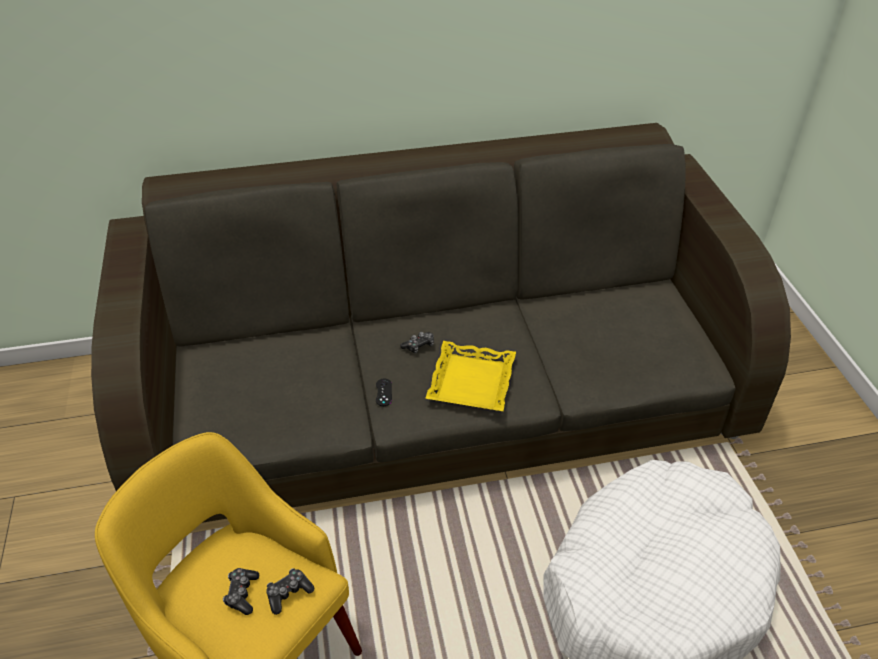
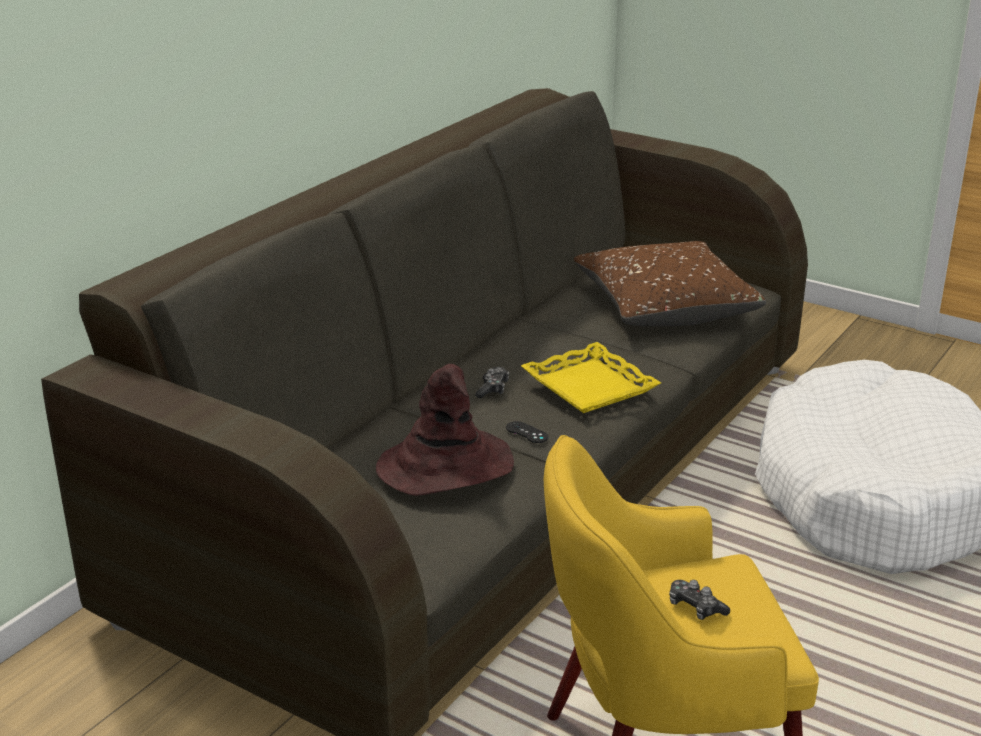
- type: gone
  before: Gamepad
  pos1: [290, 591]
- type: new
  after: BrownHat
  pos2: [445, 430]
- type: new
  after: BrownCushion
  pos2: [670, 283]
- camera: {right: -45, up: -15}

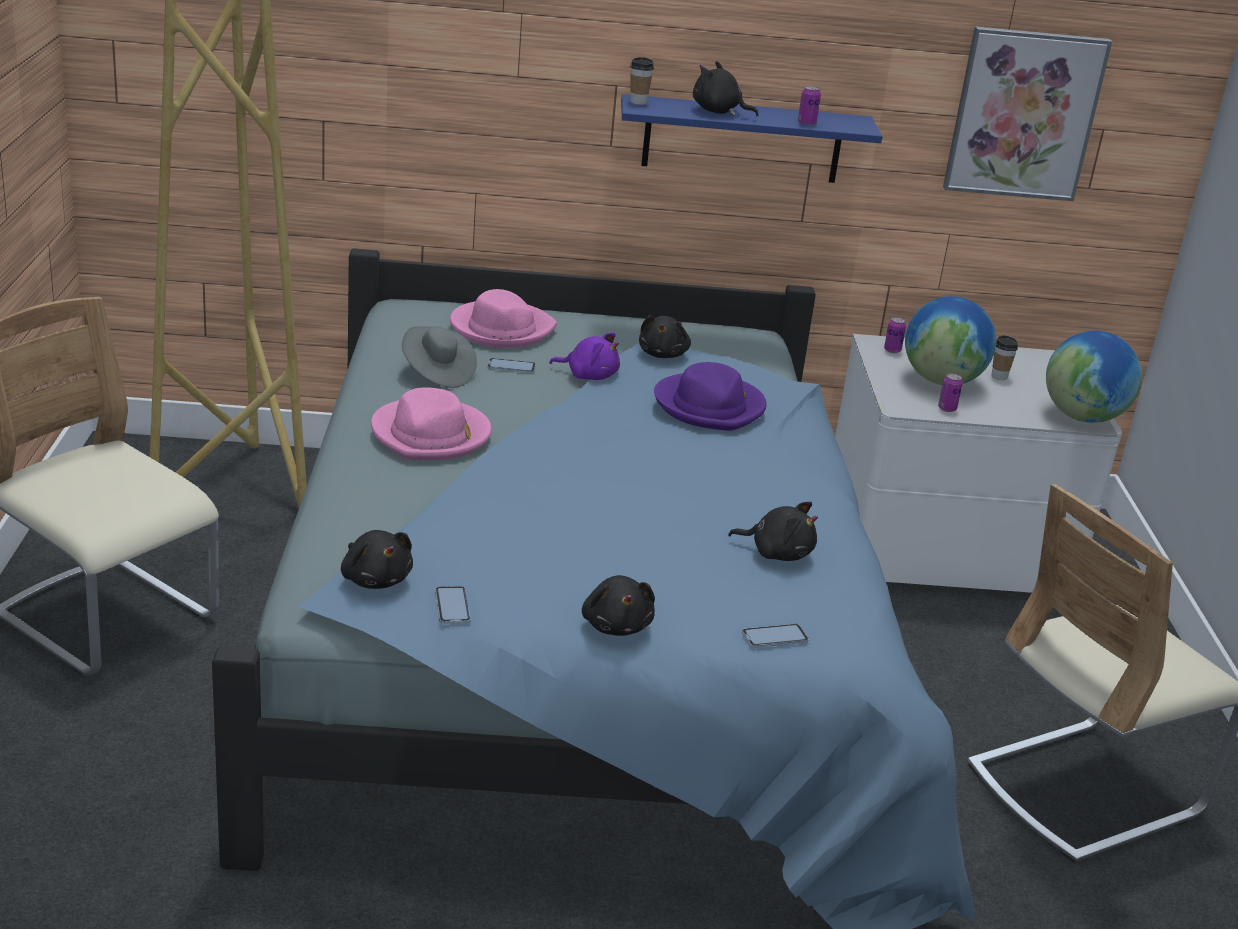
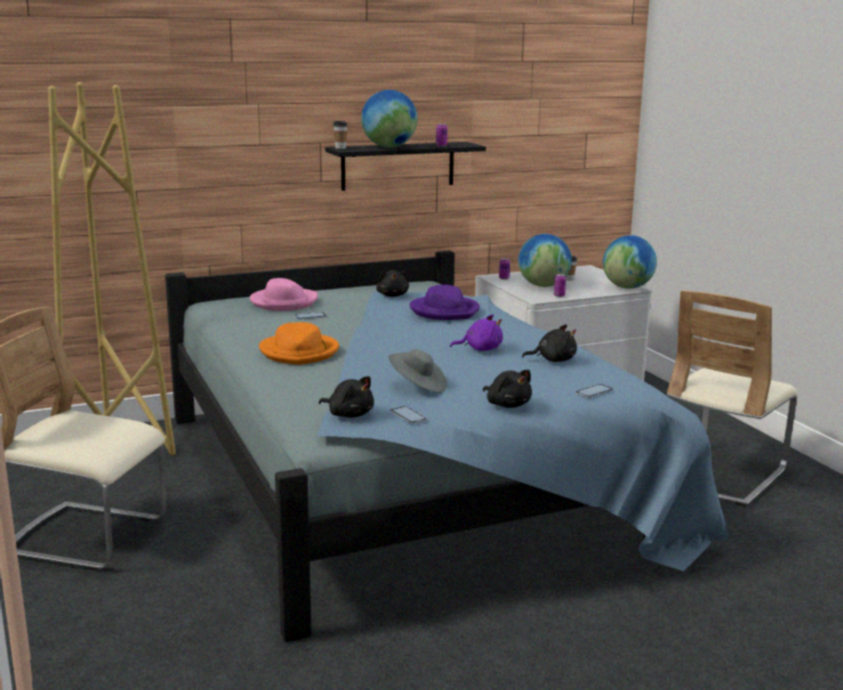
- type: gone
  before: WallPicture
  pos1: [1027, 113]
- type: shifted
  before: GreyishHat
  pos1: [439, 357]
  pos2: [417, 371]
- type: shifted
  before: PurplePlushToy
  pos1: [584, 356]
  pos2: [476, 332]
- type: swapped
  before: BlackColouredPlushToy
  after: Globe
  pos1: [726, 88]
  pos2: [389, 118]
- type: repainted
  before: PinkColouredHat
  after: OrangeHat
  pos1: [431, 423]
  pos2: [299, 343]
- type: repainted
  before: BlueBracketShelf
  after: BlackColouredBracketShelf
  pos1: [752, 138]
  pos2: [405, 166]
- camera: {right: -20, up: -10}

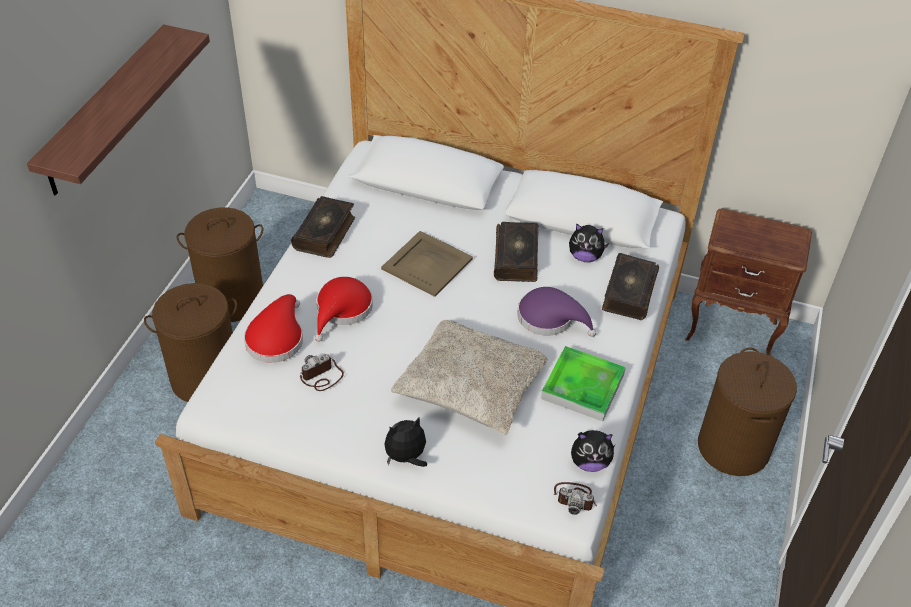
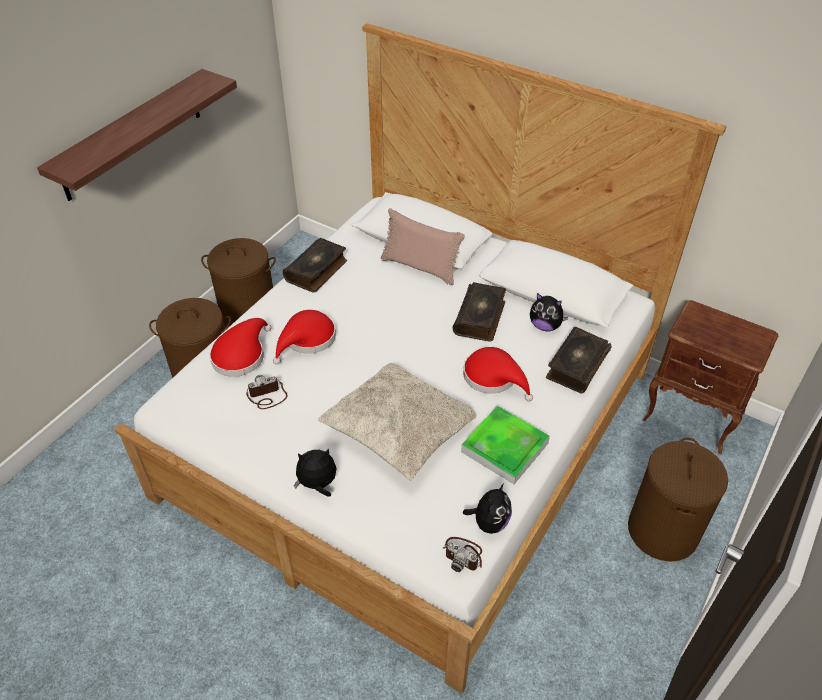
- type: gone
  before: BeigeColouredTray
  pos1: [427, 264]
- type: new
  after: BeigeColouredCushion
  pos2: [423, 246]
- type: repainted
  before: PurpleHat
  after: ReddishHat
  pos1: [556, 312]
  pos2: [498, 374]
- type: rotated
  before: PlushToy
  pos1: [593, 451]
  pos2: [487, 509]
  turn: -75
- camera: {right: 15, up: 0}

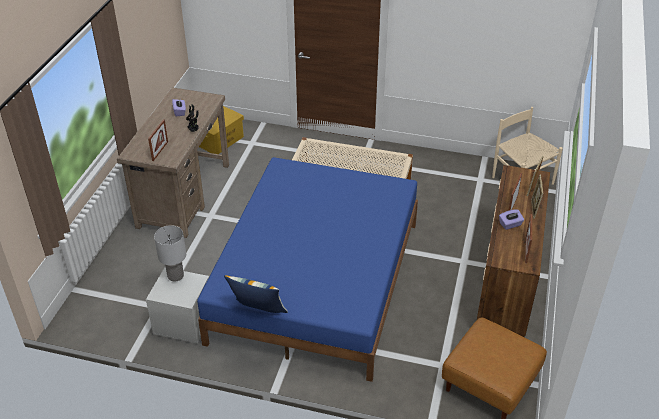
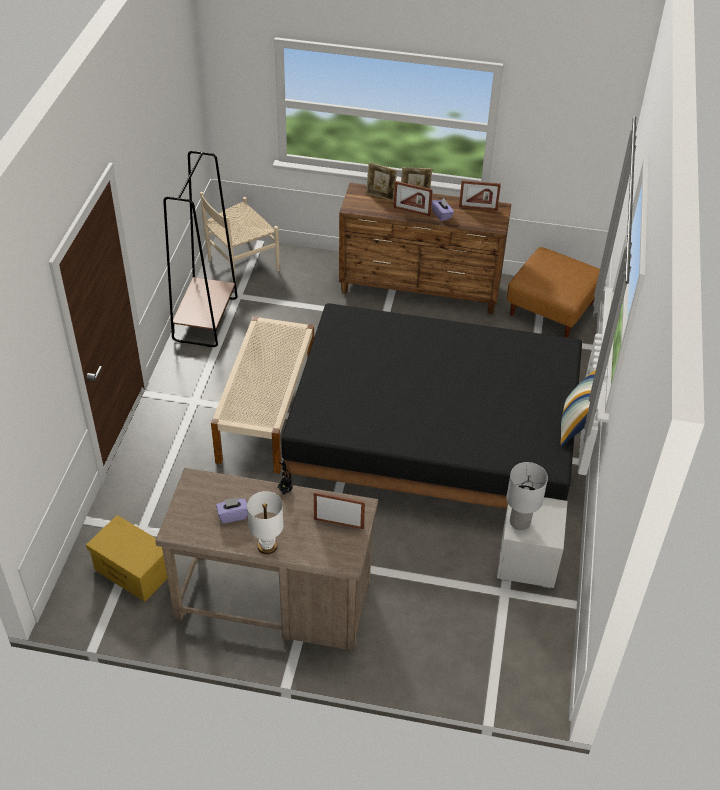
- type: new
  after: ClothesRack
  pos2: [200, 249]
- type: new
  after: WhiteTableLamp
  pos2: [265, 522]
- type: repainted
  before: BlueBedroomBed
  after: BlackColouredBedroomBed
  pos1: [307, 269]
  pos2: [431, 406]
- camera: {right: -95, up: 5}

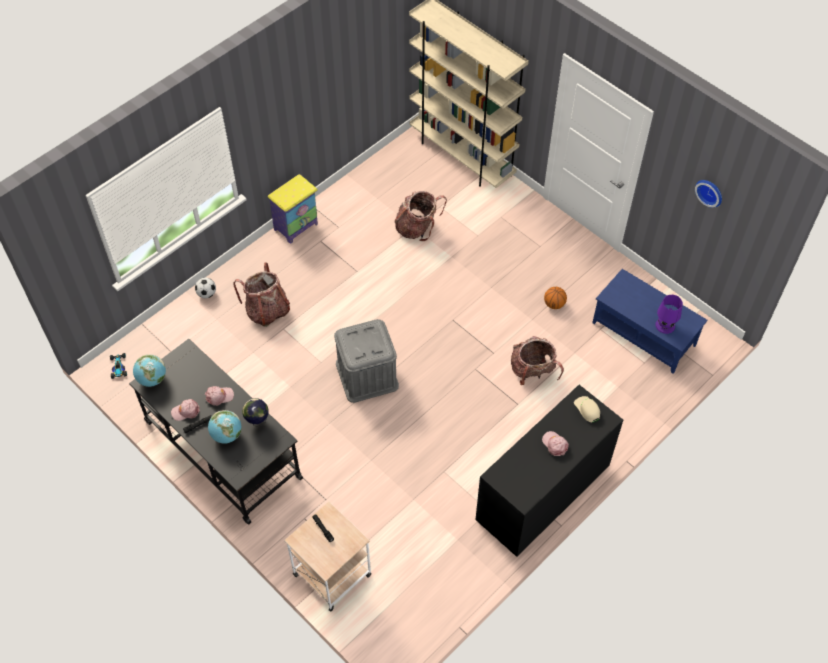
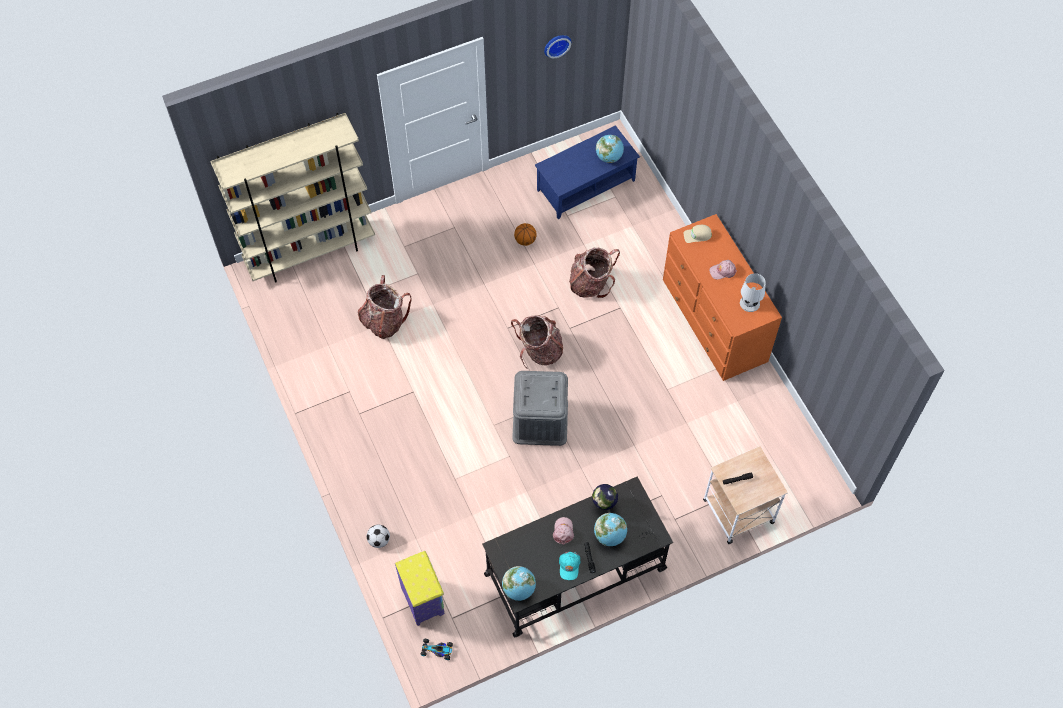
- type: new
  after: WhiteTableLamp
  pos2: [753, 292]
- type: shifted
  before: Backpack
  pos1: [262, 295]
  pos2: [537, 341]
- type: shifted
  before: BedsideTable
  pos1: [293, 208]
  pos2: [419, 588]
- type: swapped
  before: PurpleTableLamp
  after: Globe
  pos1: [669, 314]
  pos2: [610, 149]
- type: repainted
  before: PinkColouredPeakedCap
  after: TurquoisePeakedCap
  pos1: [185, 410]
  pos2: [569, 566]
- type: repainted
  before: BlackColouredDrawerChest
  after: OrangeDrawerChest
  pos1: [549, 471]
  pos2: [722, 297]
- camera: {right: -70, up: 5}

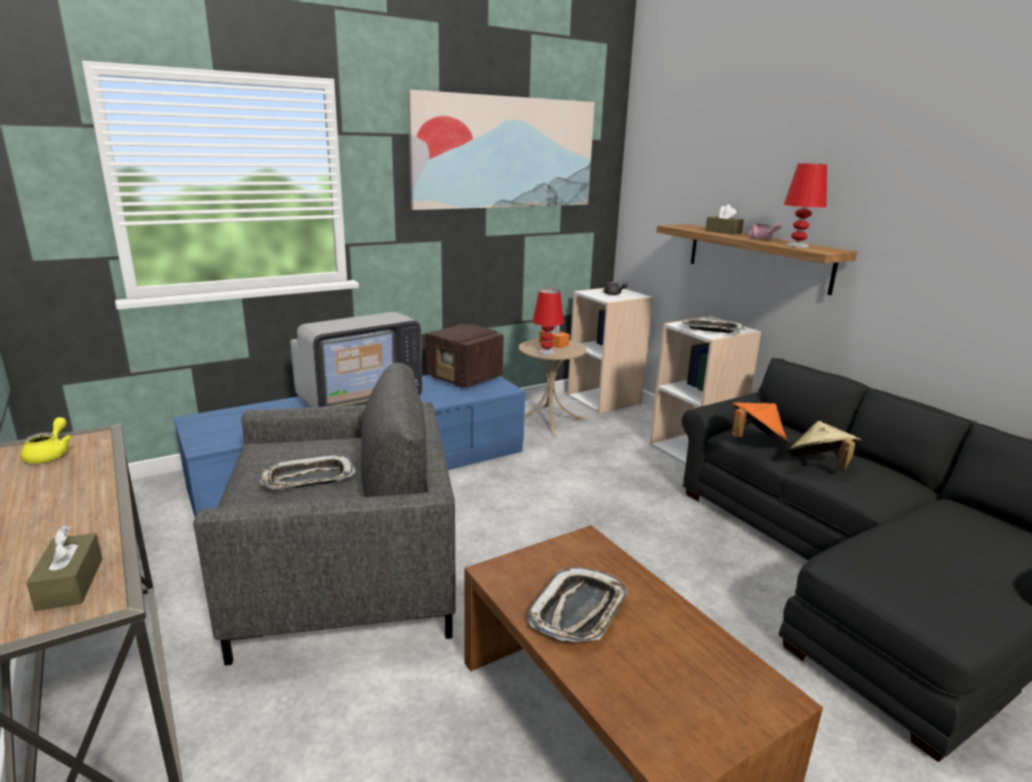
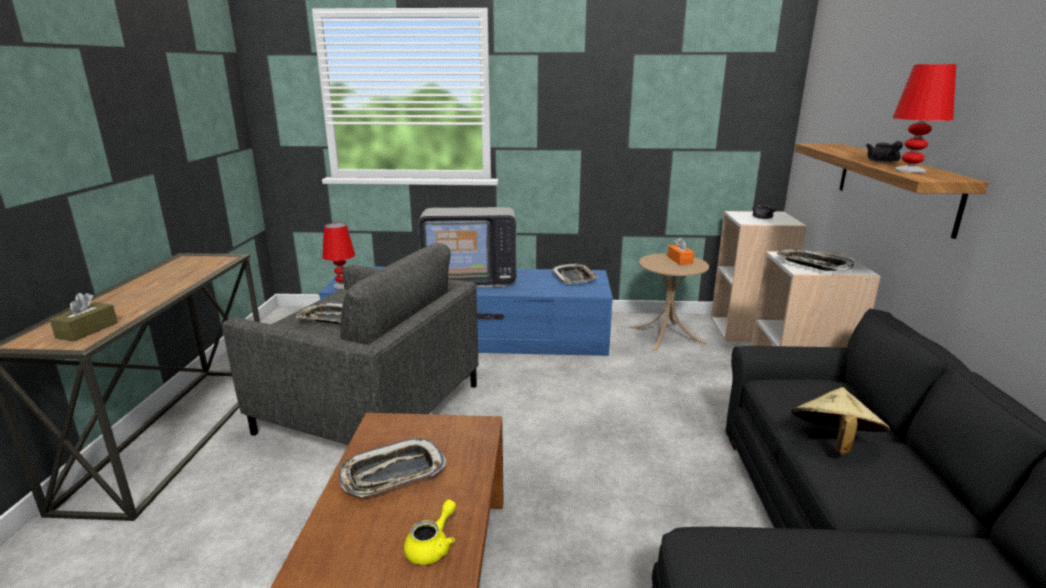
- type: gone
  before: WallPicture
  pos1: [501, 150]
- type: gone
  before: BrownTissueHolder
  pos1: [724, 219]
- type: gone
  before: OrangeHat
  pos1: [759, 423]
- type: shifted
  before: YellowColouredPotForTea
  pos1: [46, 440]
  pos2: [430, 532]
- type: shifted
  before: ReddishTableLamp
  pos1: [548, 322]
  pos2: [338, 256]
- type: swapped
  before: Radio
  after: Tray
  pos1: [465, 356]
  pos2: [575, 274]
- type: repainted
  before: PinkColouredPotForTea
  after: GreyishPotForTea
  pos1: [765, 231]
  pos2: [884, 151]
- camera: {right: 35, up: 0}

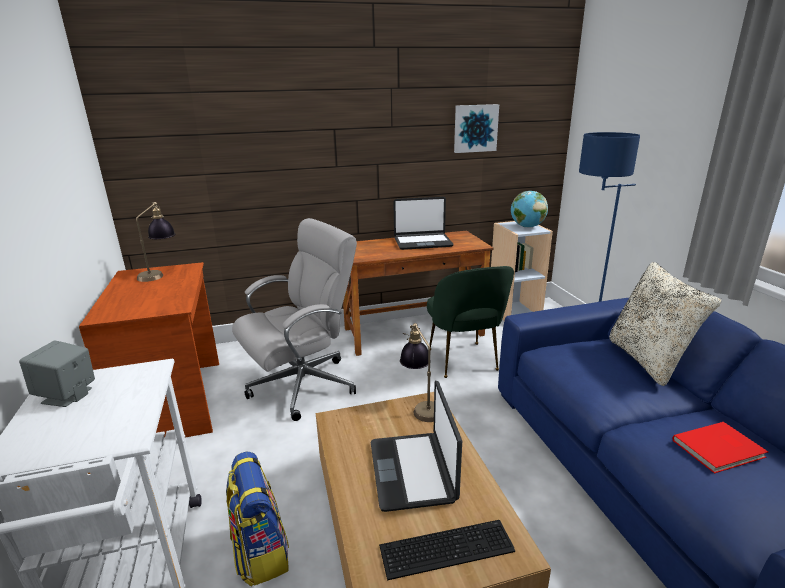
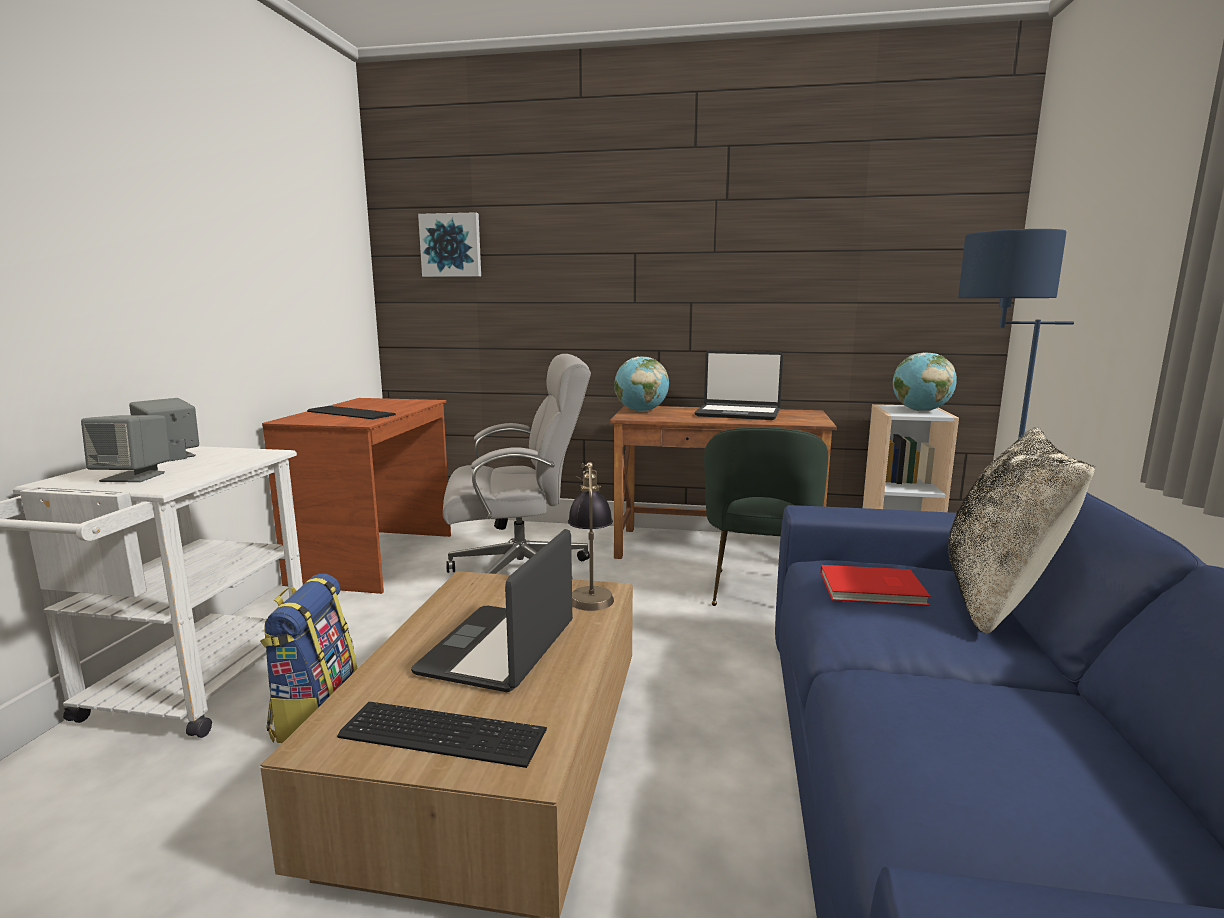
- type: gone
  before: TableLamp
  pos1: [156, 242]
- type: new
  after: GreyishAudioSpeaker
  pos2: [125, 448]
- type: new
  after: ComputerKeyboard
  pos2: [351, 412]
- type: new
  after: Globe
  pos2: [641, 384]
- type: shifted
  before: WallPicture
  pos1: [476, 128]
  pos2: [449, 244]
- type: shifted
  before: ReddishBoundBook
  pos1: [720, 448]
  pos2: [876, 585]
- camera: {right: 25, up: -10}

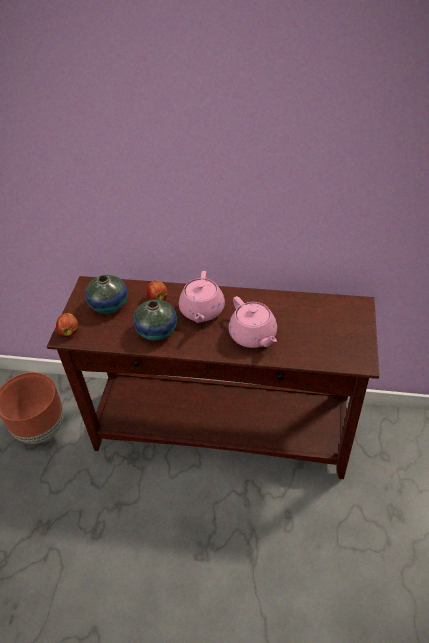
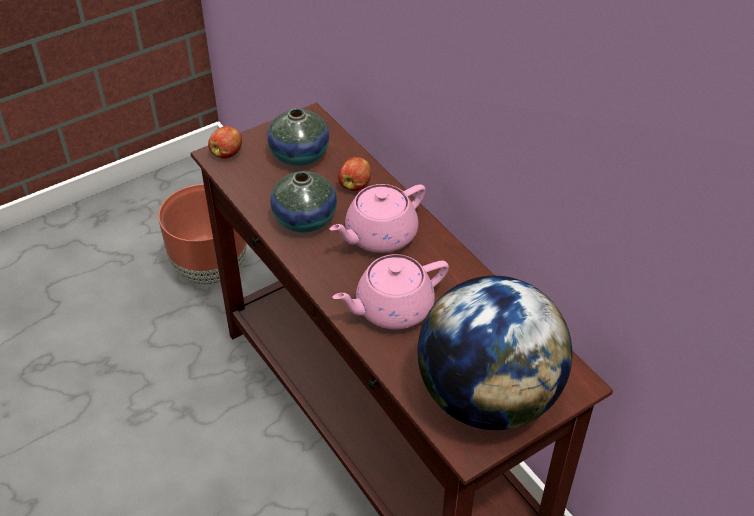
- type: new
  after: Globe
  pos2: [495, 353]
- type: rotated
  before: PinkColouredPotForTea
  pos1: [253, 322]
  pos2: [390, 292]
  turn: 45
- camera: {right: 45, up: 0}

